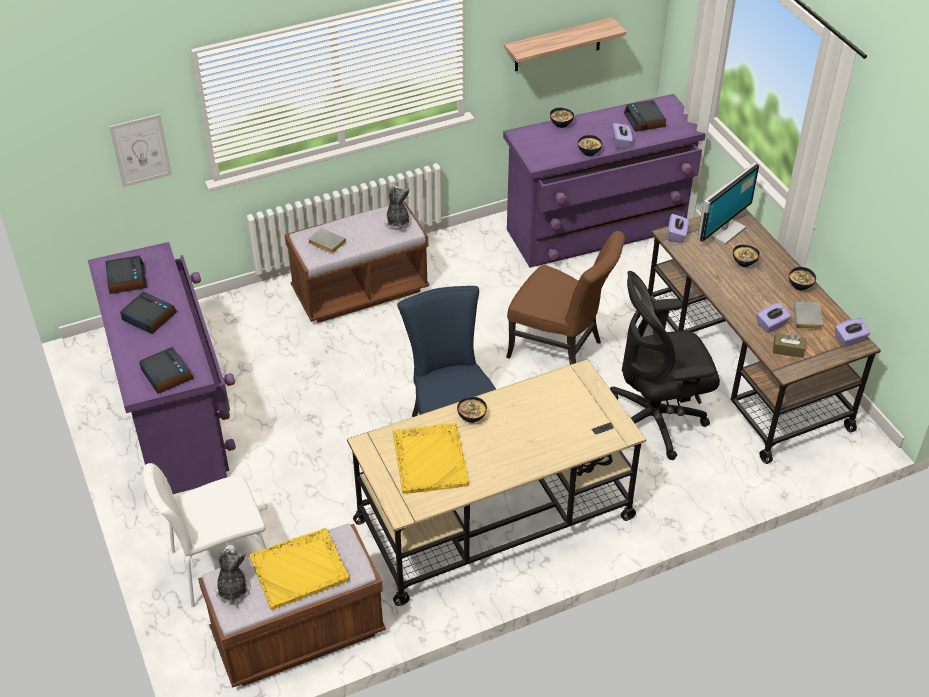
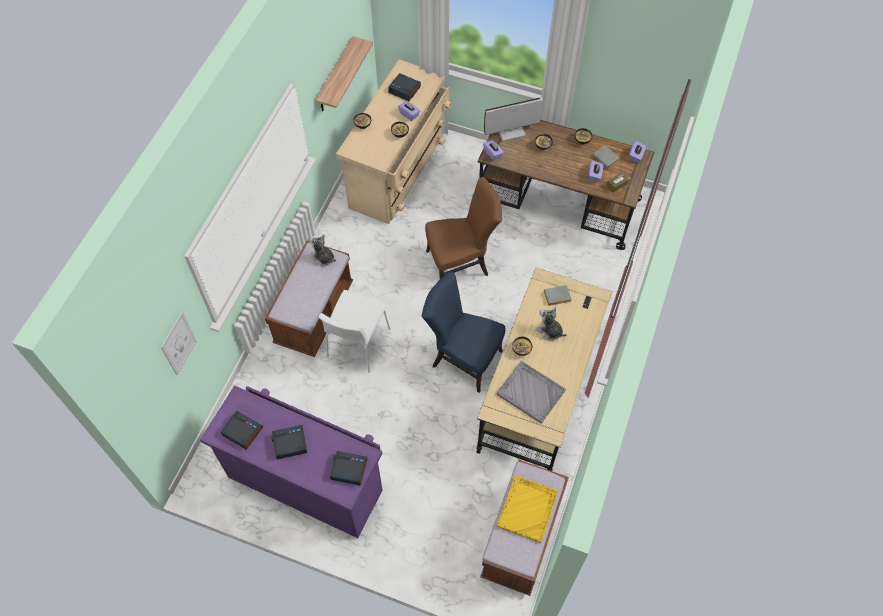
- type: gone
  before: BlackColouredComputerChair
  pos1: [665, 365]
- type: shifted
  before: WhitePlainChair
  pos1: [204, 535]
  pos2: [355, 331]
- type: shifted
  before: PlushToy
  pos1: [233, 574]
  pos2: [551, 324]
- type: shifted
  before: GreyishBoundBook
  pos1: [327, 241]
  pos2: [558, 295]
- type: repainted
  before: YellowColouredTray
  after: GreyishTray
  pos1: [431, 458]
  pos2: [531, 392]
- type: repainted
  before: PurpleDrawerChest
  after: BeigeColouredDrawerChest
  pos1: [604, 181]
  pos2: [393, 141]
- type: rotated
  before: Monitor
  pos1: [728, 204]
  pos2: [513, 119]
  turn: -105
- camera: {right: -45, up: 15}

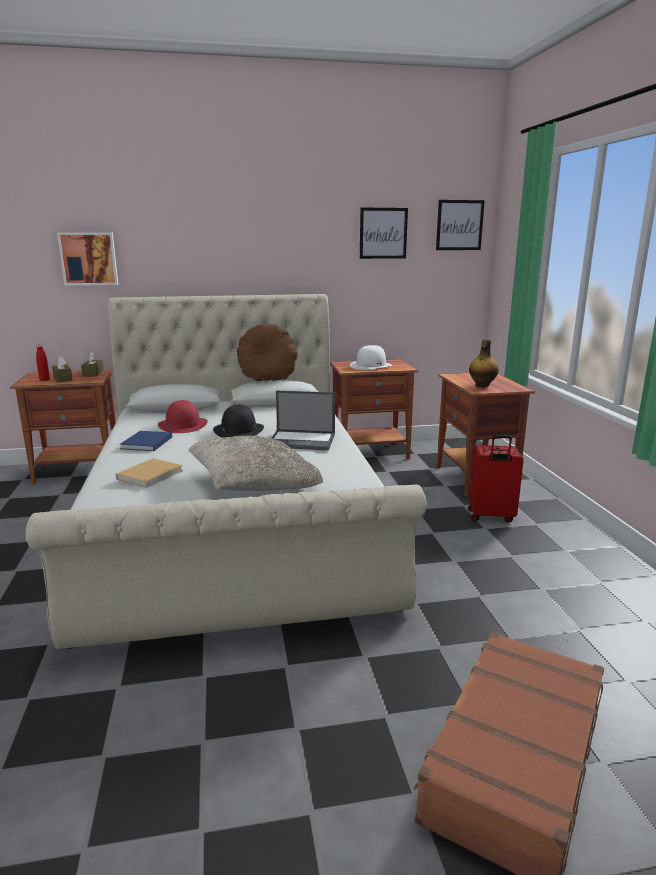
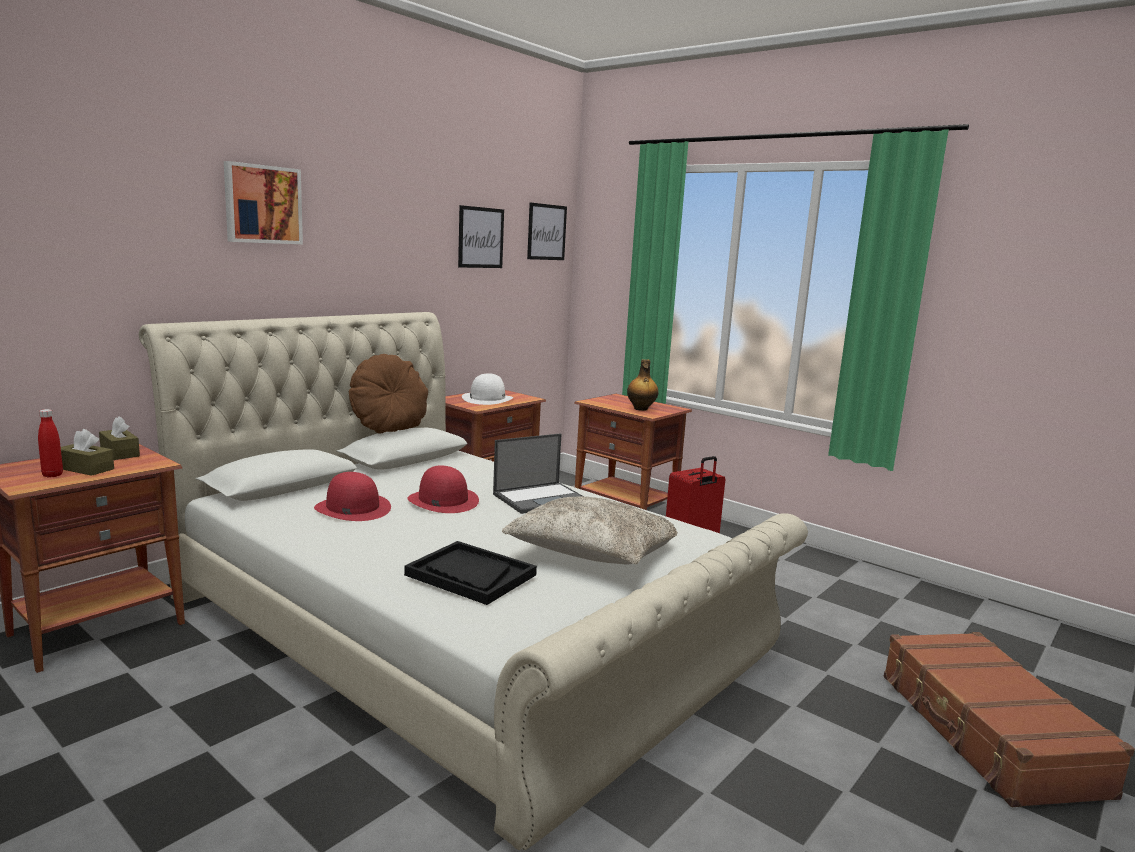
- type: gone
  before: BlueBoundBook
  pos1: [146, 441]
- type: shifted
  before: WallPicture
  pos1: [87, 259]
  pos2: [263, 202]
- type: swapped
  before: BeigeColouredBoundBook
  after: BlackColouredTray
  pos1: [149, 473]
  pos2: [470, 573]
- type: repainted
  before: BlackColouredHat
  after: ReddishHat
  pos1: [238, 421]
  pos2: [443, 489]
- camera: {right: -40, up: -5}

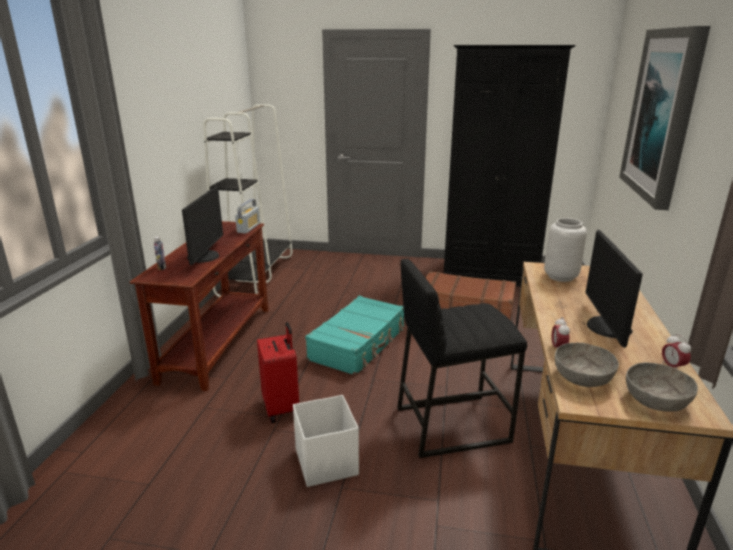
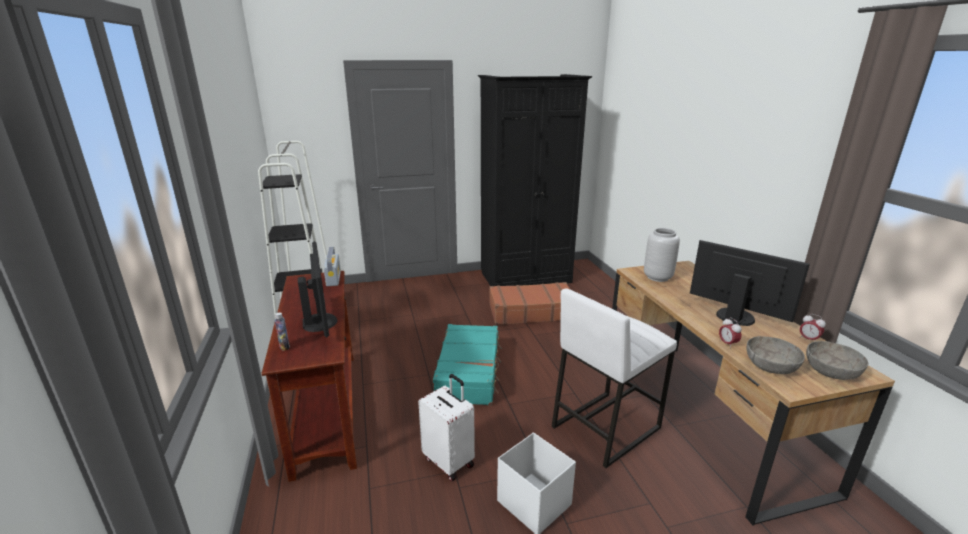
- type: gone
  before: WallPicture
  pos1: [665, 118]
- type: repainted
  before: ReddishPieceOfLuggage
  after: WhitePieceOfLuggage
  pos1: [278, 372]
  pos2: [446, 427]
- type: repainted
  before: BlackColouredStool
  after: WhiteStool
  pos1: [462, 358]
  pos2: [614, 378]
- type: rotated
  before: Monitor
  pos1: [614, 289]
  pos2: [750, 283]
  turn: 150
- camera: {right: -25, up: 0}

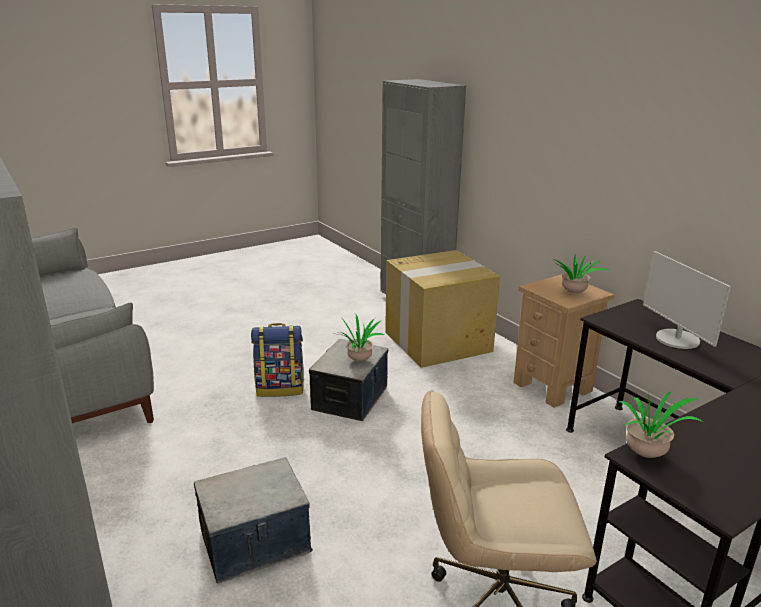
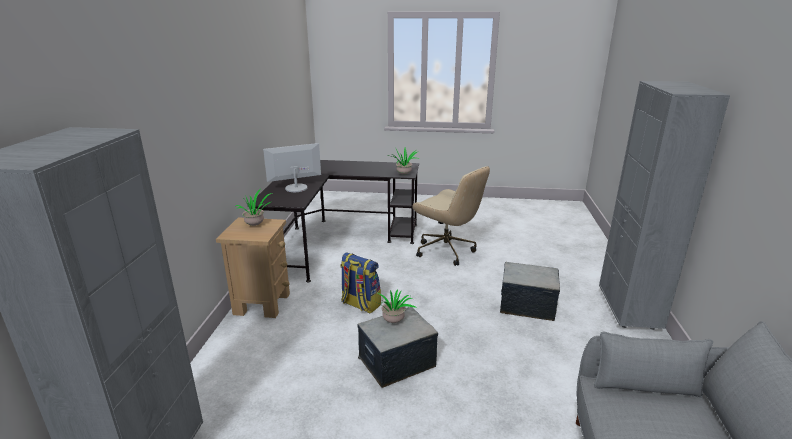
- type: gone
  before: Carton
  pos1: [442, 309]
- type: shifted
  before: Backpack
  pos1: [277, 360]
  pos2: [360, 283]
- type: rotated
  before: Monitor
  pos1: [687, 300]
  pos2: [292, 167]
  turn: -135
- camera: {right: -140, up: 0}

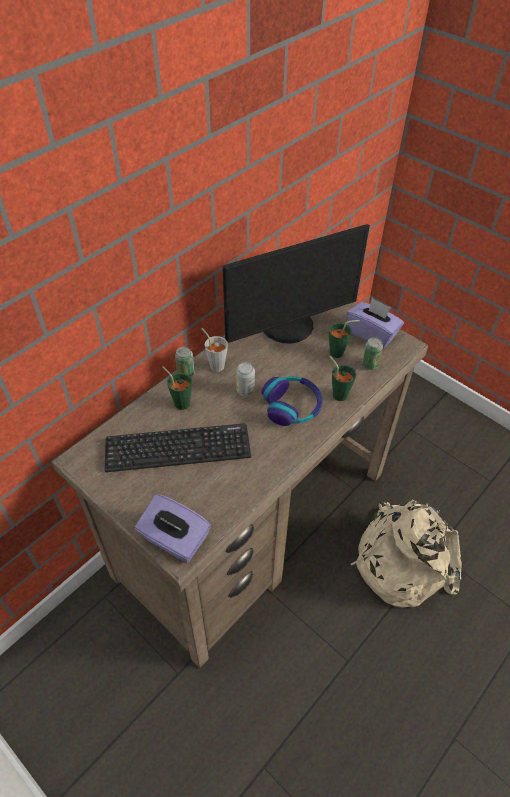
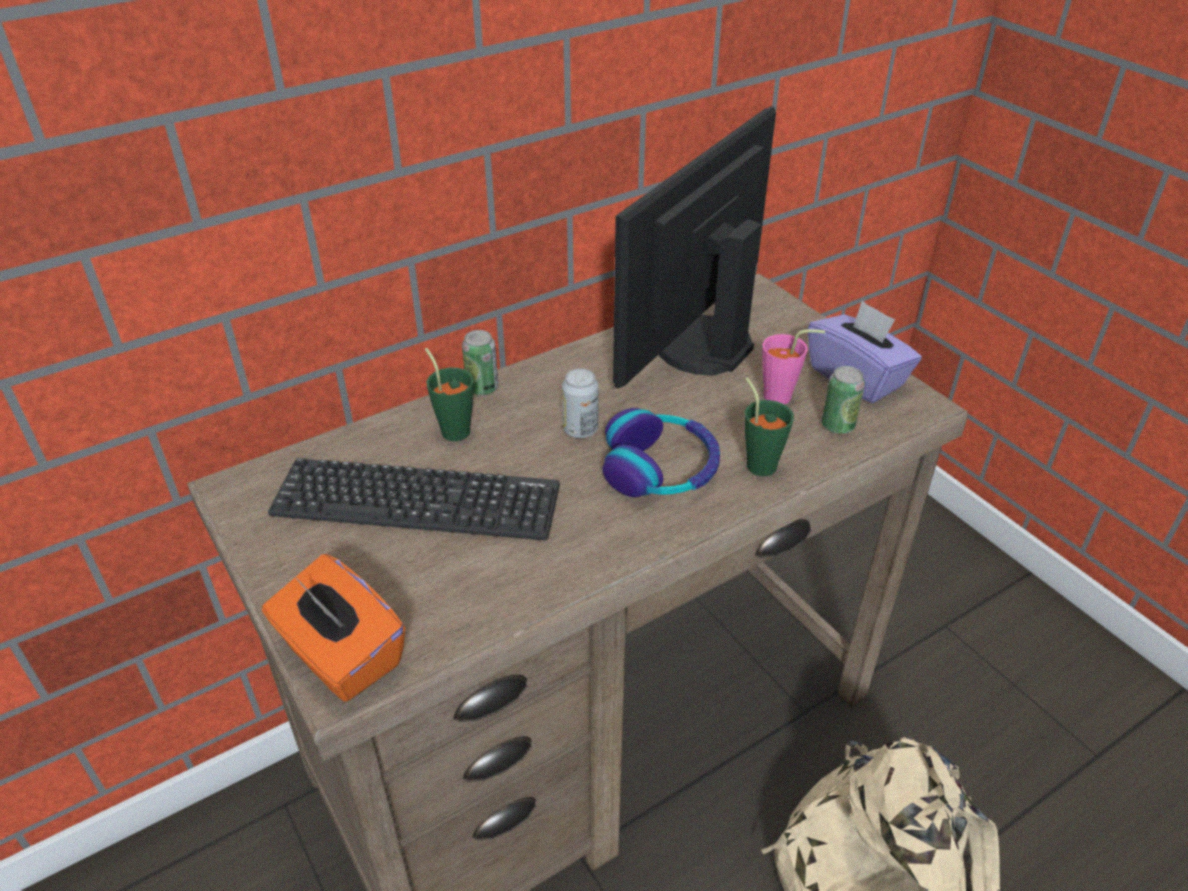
- type: gone
  before: GreyishDrinkingCup
  pos1: [215, 350]
- type: repainted
  before: PurpleTissueHolder
  after: OrangeTissueHolder
  pos1: [173, 528]
  pos2: [333, 628]
- type: repainted
  before: GreenDrinkingCup
  after: PinkColouredDrinkingCup
  pos1: [344, 339]
  pos2: [793, 367]
- type: rotated
  before: Monitor
  pos1: [296, 283]
  pos2: [694, 247]
  turn: 135
- camera: {right: 15, up: -10}

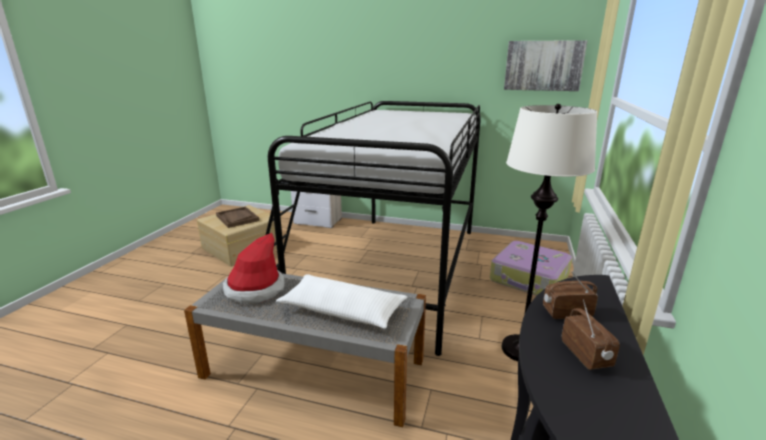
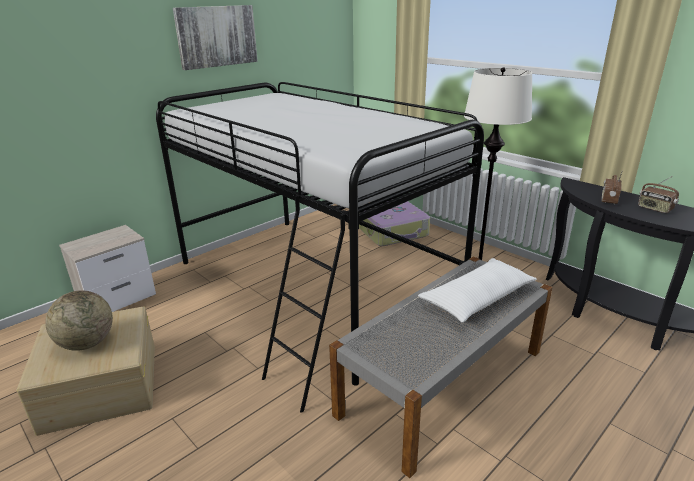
- type: gone
  before: Hat
  pos1: [254, 268]
- type: shifted
  before: WallPicture
  pos1: [545, 65]
  pos2: [215, 37]
- type: swapped
  before: BrownTray
  after: Globe
  pos1: [237, 217]
  pos2: [79, 320]
- type: rotated
  before: Radio
  pos1: [591, 335]
  pos2: [658, 194]
  turn: -150
- camera: {right: -60, up: 5}

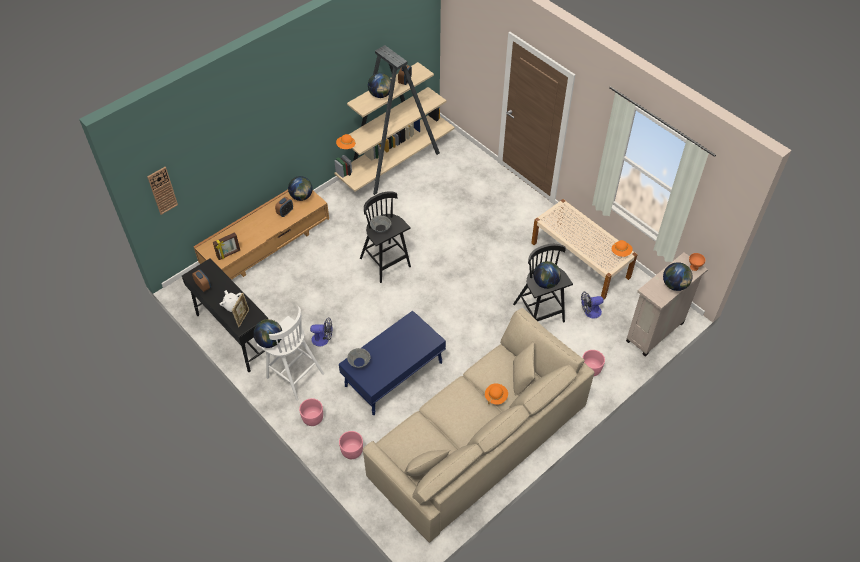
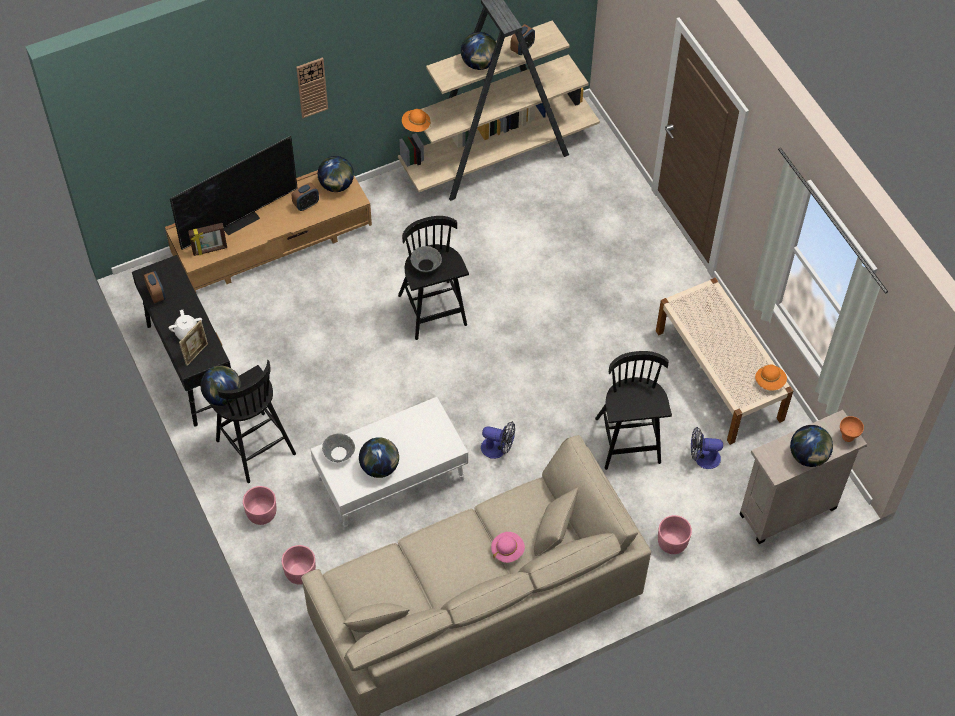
- type: new
  after: TvSet
  pos2: [234, 193]
- type: shifted
  before: HangingClock
  pos1: [162, 191]
  pos2: [312, 87]
- type: shifted
  before: Fan
  pos1: [321, 332]
  pos2: [498, 440]
- type: shifted
  before: Globe
  pos1: [547, 275]
  pos2: [379, 457]
- type: repainted
  before: WhiteStool
  after: BlackColouredStool
  pos1: [290, 354]
  pos2: [252, 421]
- type: repainted
  before: BlueLowTable
  after: WhiteLowTable
  pos1: [392, 363]
  pos2: [389, 464]
- type: repainted
  before: OrangeHat
  after: PinkColouredHat
  pos1: [496, 394]
  pos2: [508, 547]
- camera: {right: 15, up: 5}

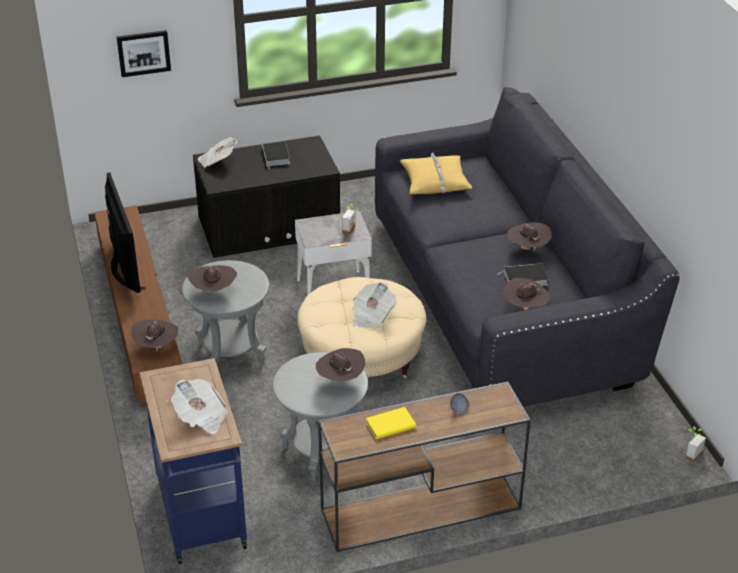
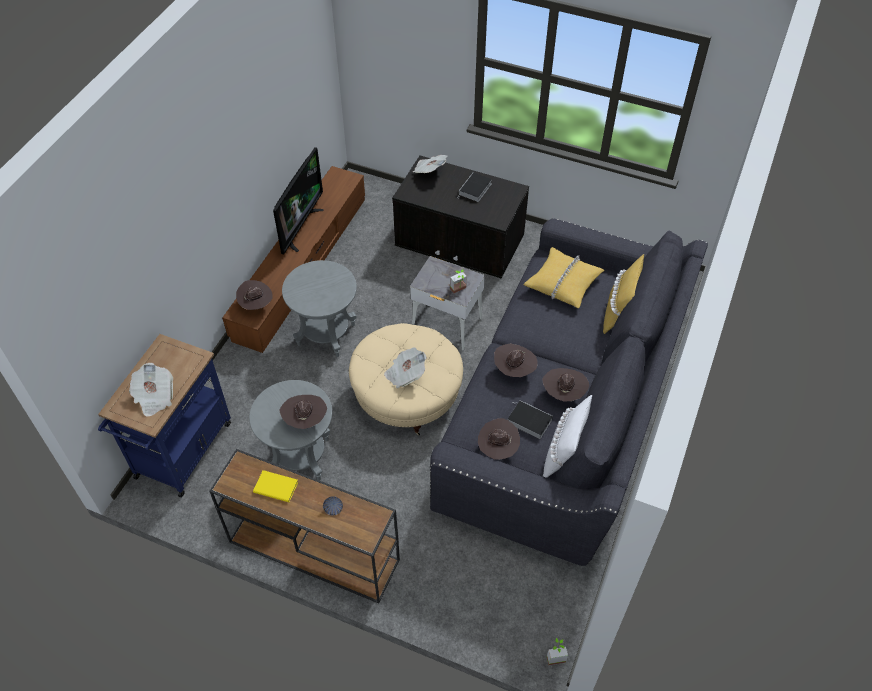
- type: gone
  before: WallPicture
  pos1: [143, 53]
- type: new
  after: WhiteCushion
  pos2: [567, 436]
- type: new
  after: YellowColouredCushion
  pos2: [623, 294]
- type: shifted
  before: BrownHat
  pos1: [212, 278]
  pos2: [516, 360]
- camera: {right: 40, up: 15}

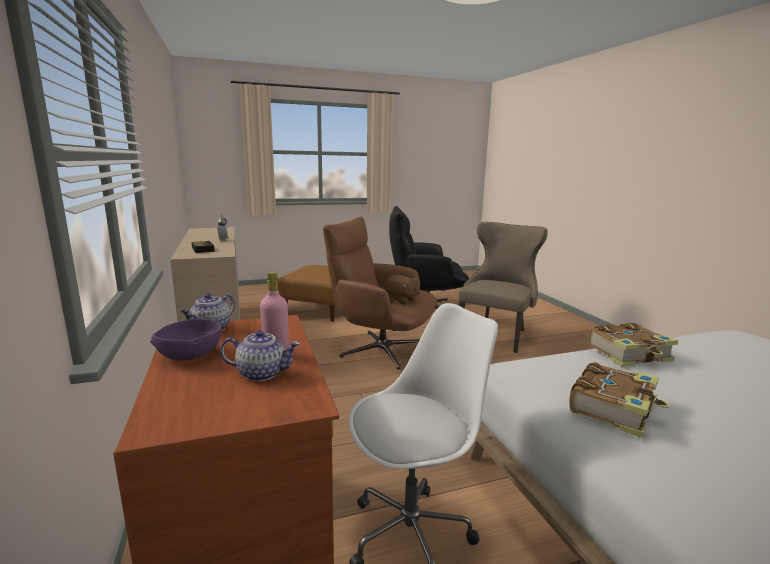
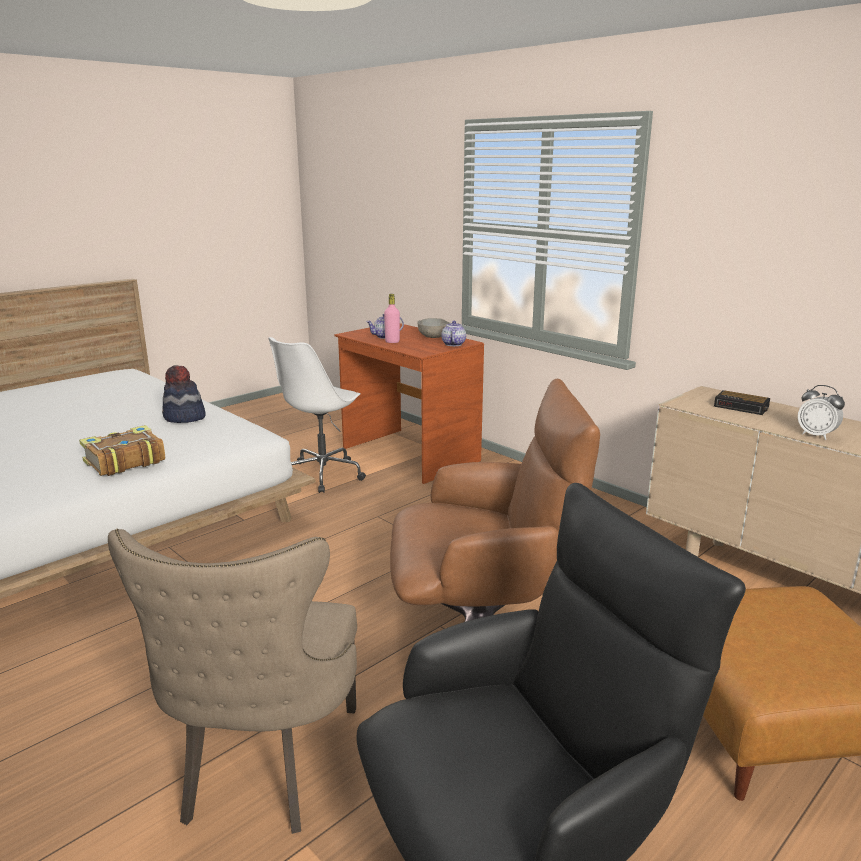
- type: gone
  before: BrownPlushToy
  pos1: [401, 290]
- type: swapped
  before: BoundBook
  after: Hat
  pos1: [619, 400]
  pos2: [184, 394]
- type: repainted
  before: PurpleDeepDish
  after: GreyishDeepDish
  pos1: [186, 340]
  pos2: [434, 328]
- camera: {right: 155, up: 5}

